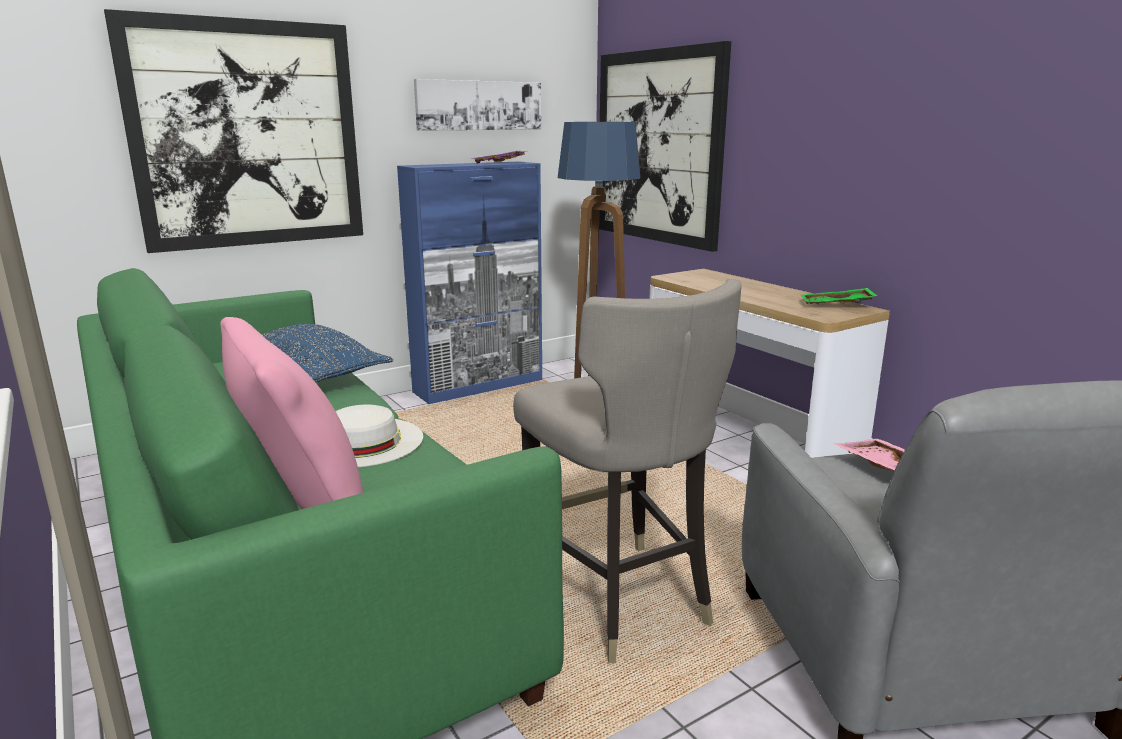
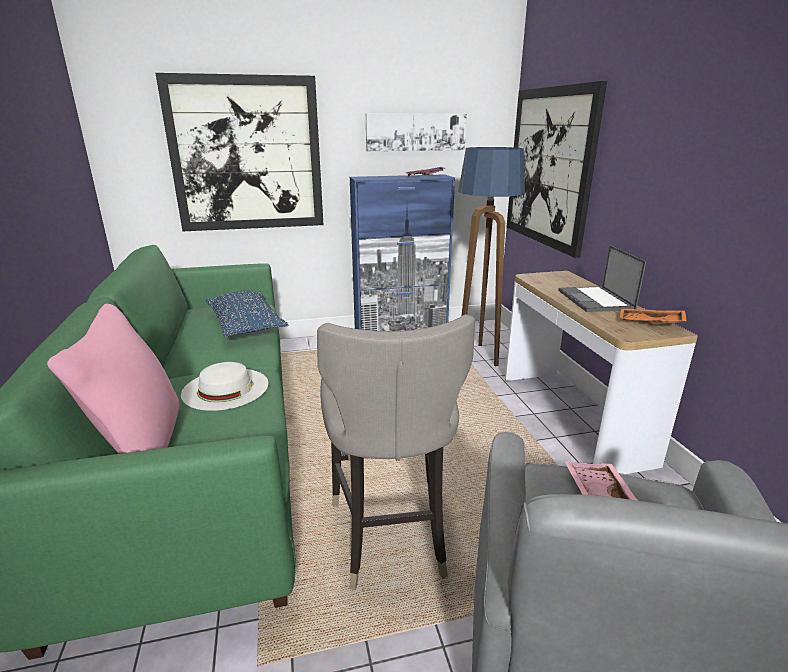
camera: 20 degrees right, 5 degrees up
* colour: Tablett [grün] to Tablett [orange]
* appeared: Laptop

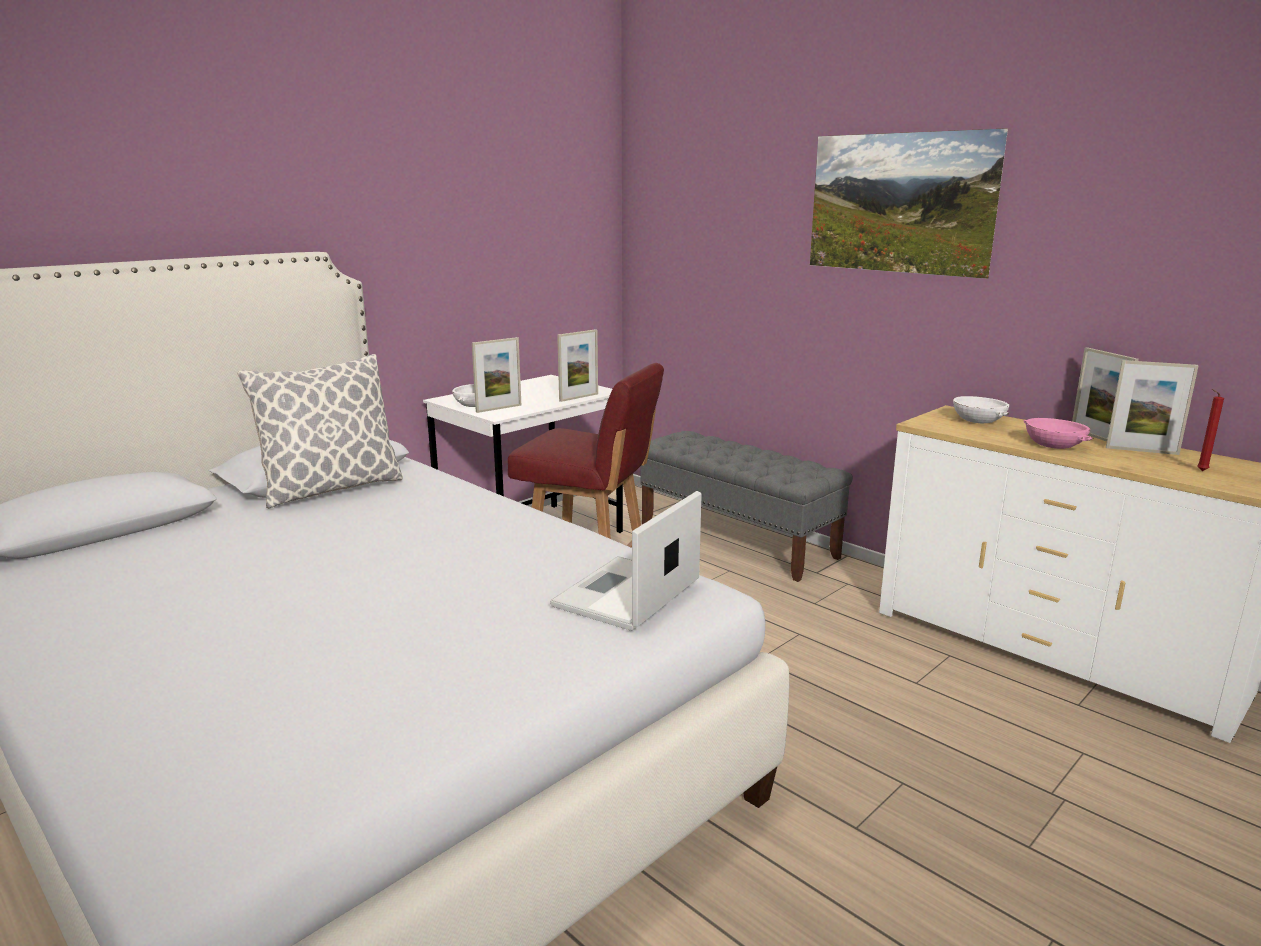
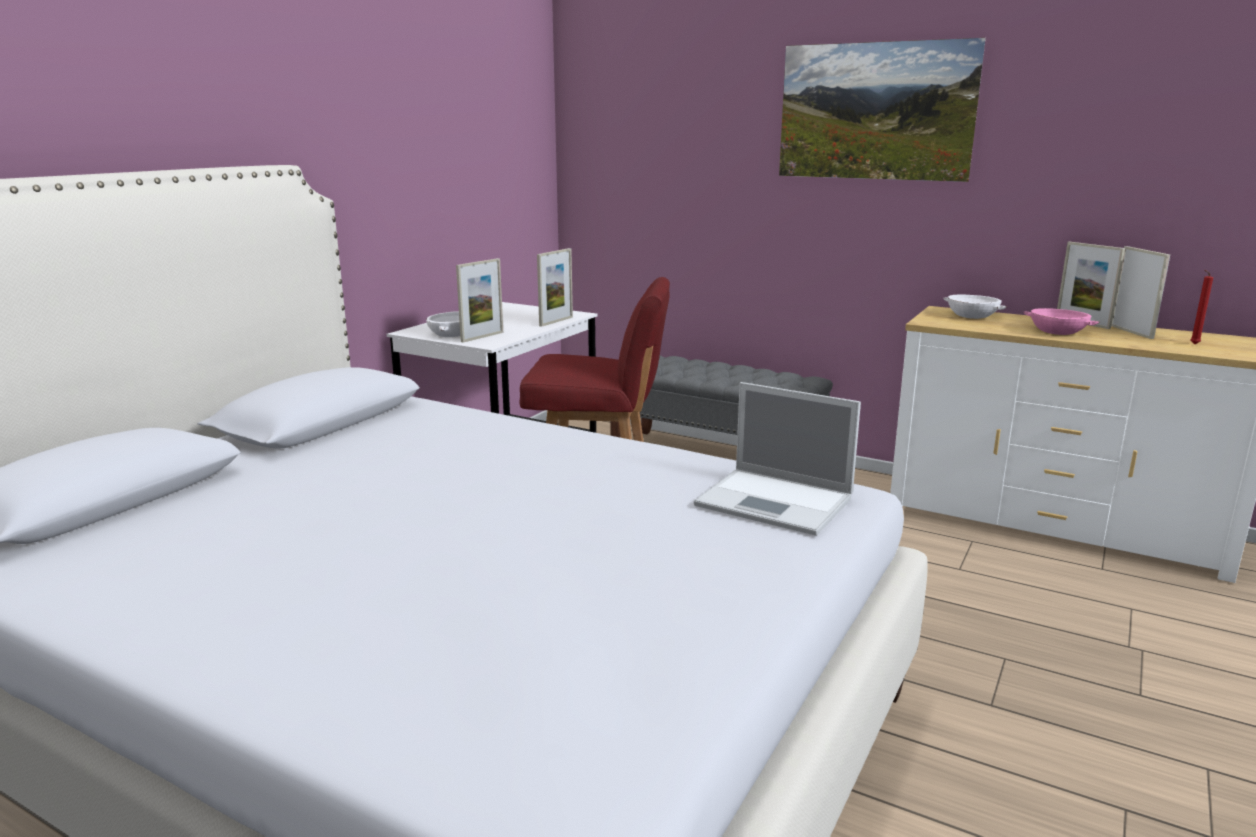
camera: 15 degrees left, 0 degrees up
* missing: Kissen
* spun: Laptop 75 degrees counterclockwise
* spun: Bilderrahmen (no. 4 from left) 105 degrees counterclockwise

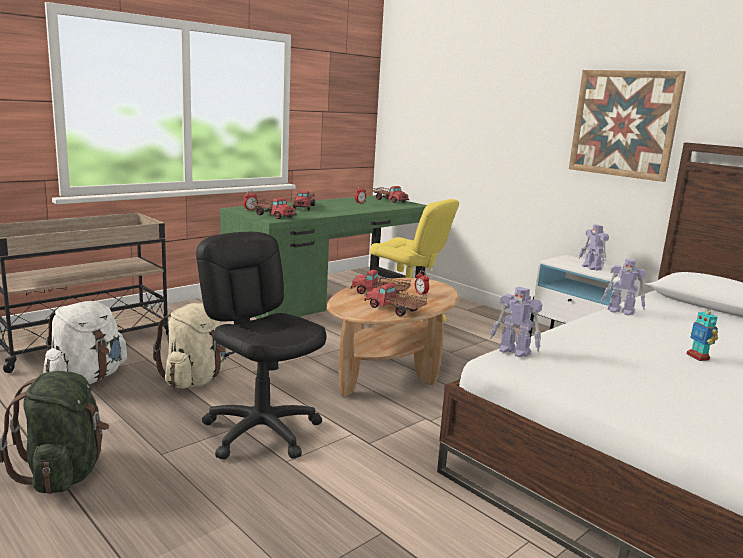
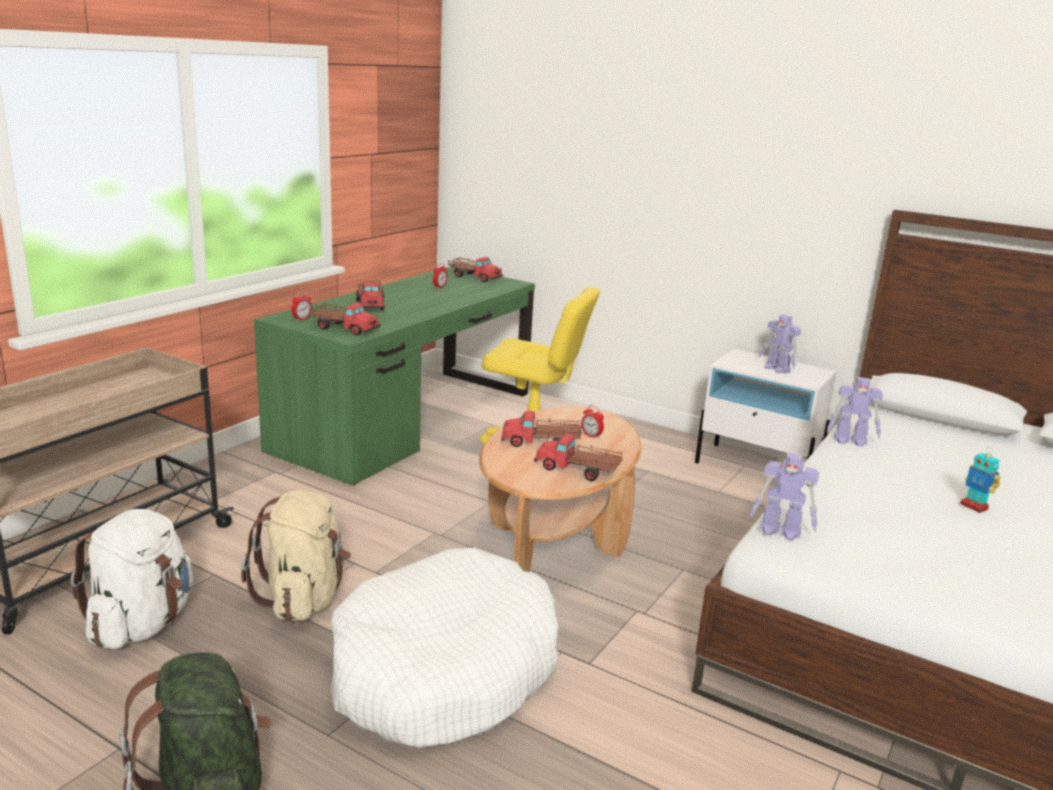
camera: 15 degrees left, 5 degrees up
* exchanged: Bürostuhl [schwarz] to Hundebett [weiß]
* missing: Bild

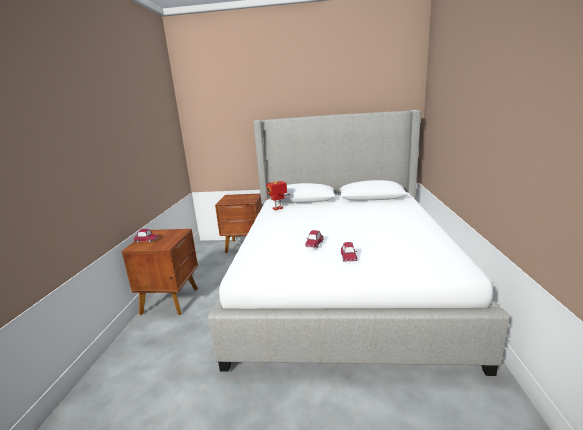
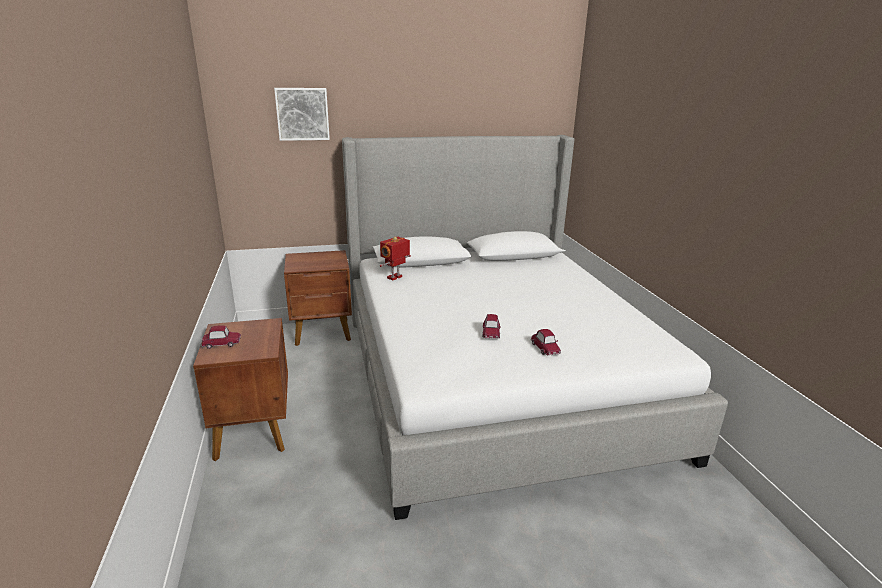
camera: 20 degrees left, 5 degrees up
* appeared: Bild

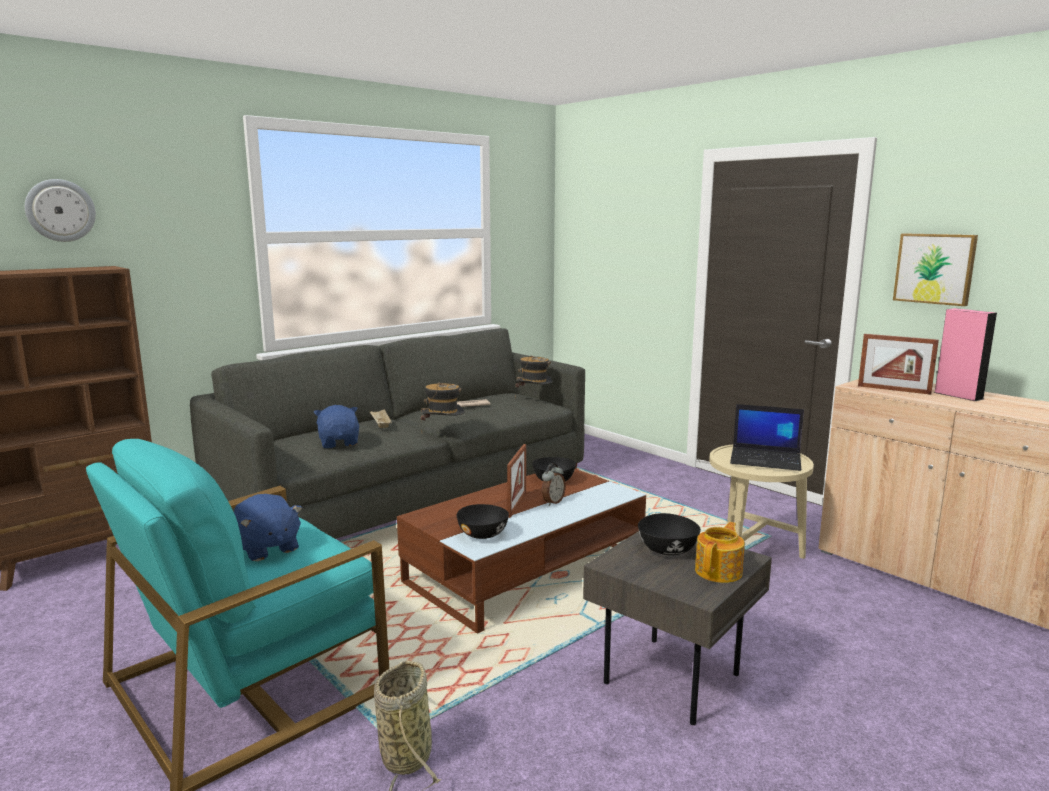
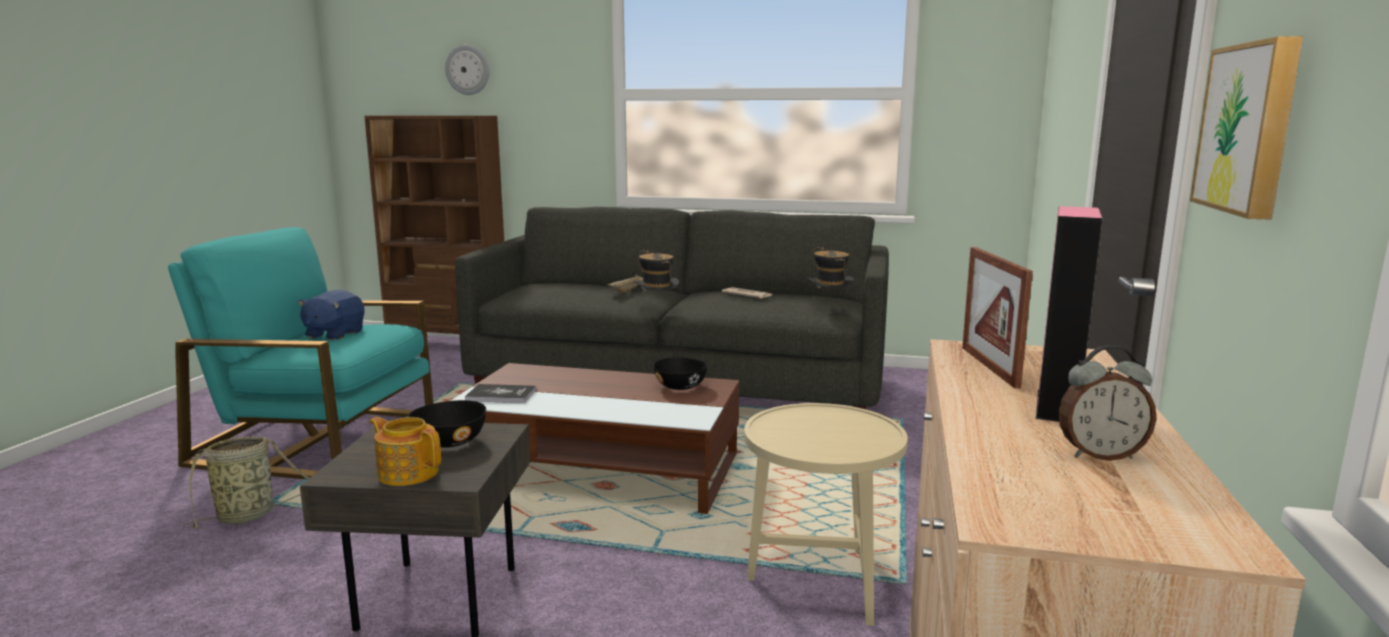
camera: 55 degrees right, 0 degrees up
* missing: Plüschtier [blau] (no. 2 from left)
* exchanged: Schüssel [schwarz] (no. 1 from left) to Buch
* missing: Bilderrahmen (no. 1 from left)
* relocated: Wecker
* spun: Teekanne 150 degrees counterclockwise
* missing: Laptop

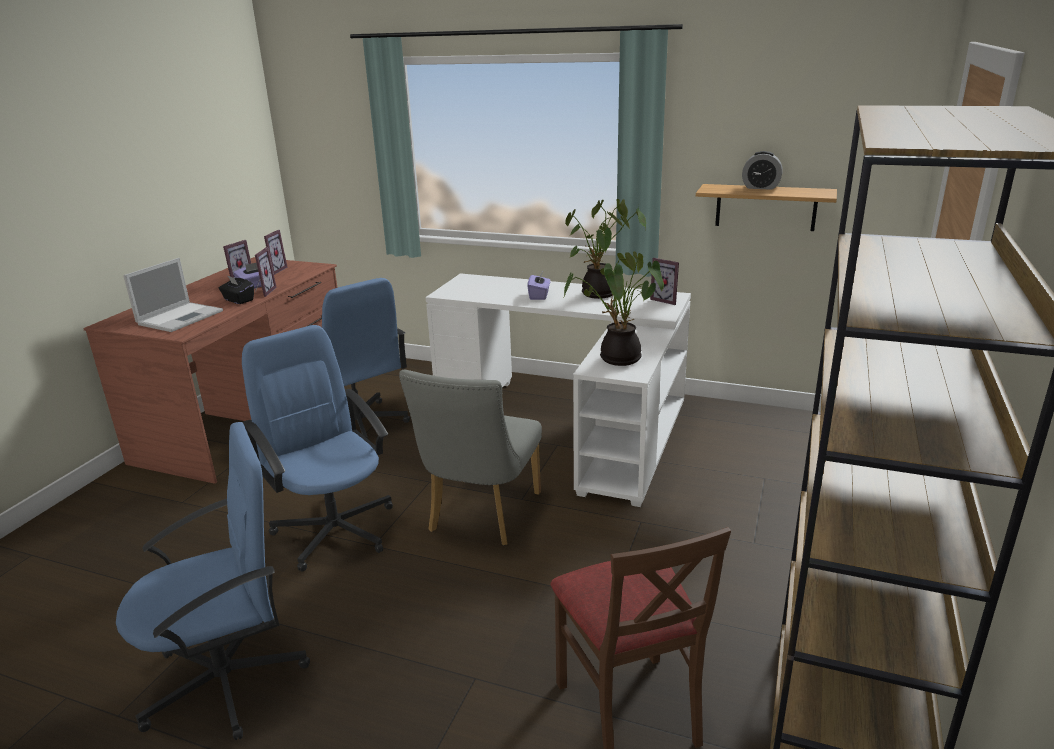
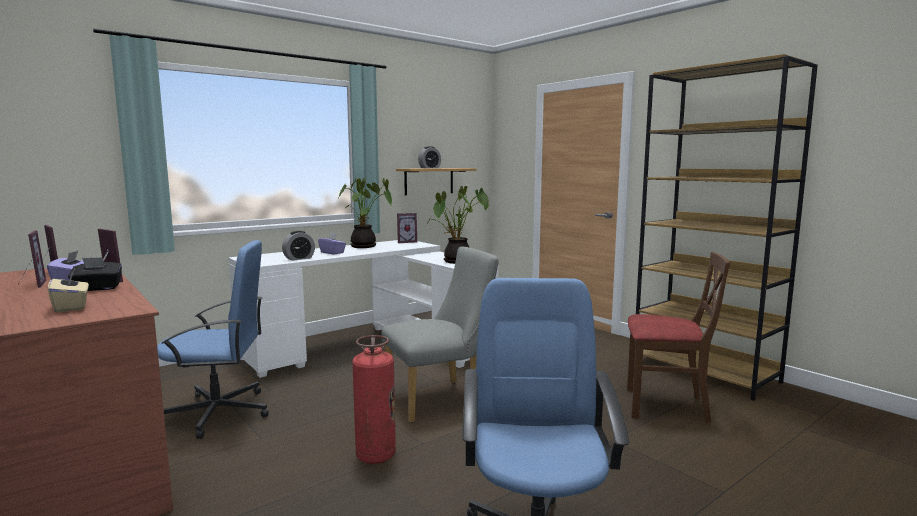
camera: 60 degrees left, 15 degrees down
* exchanged: Laptop to Taschentuchbox [beige]
* exchanged: Bürostuhl [blau] (no. 2 from left) to Feuerlöscher
* spun: Stuhl [grau] 75 degrees counterclockwise
* appeared: Wecker (no. 1 from left)

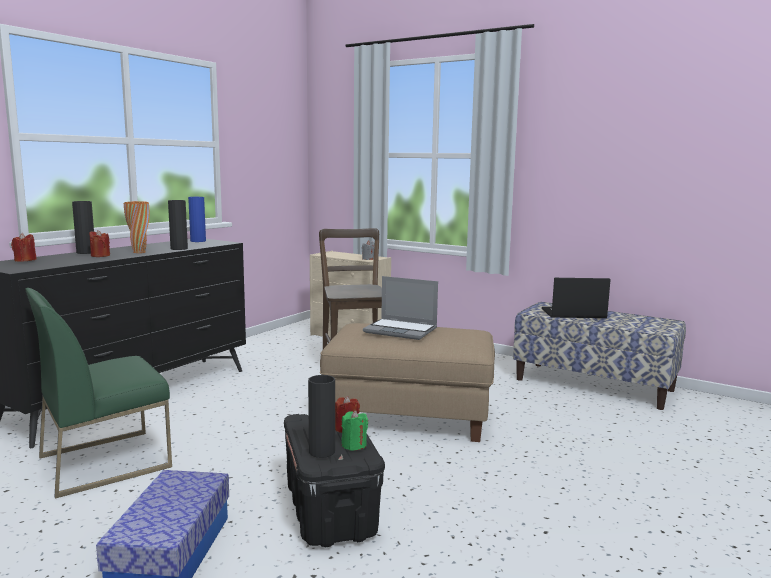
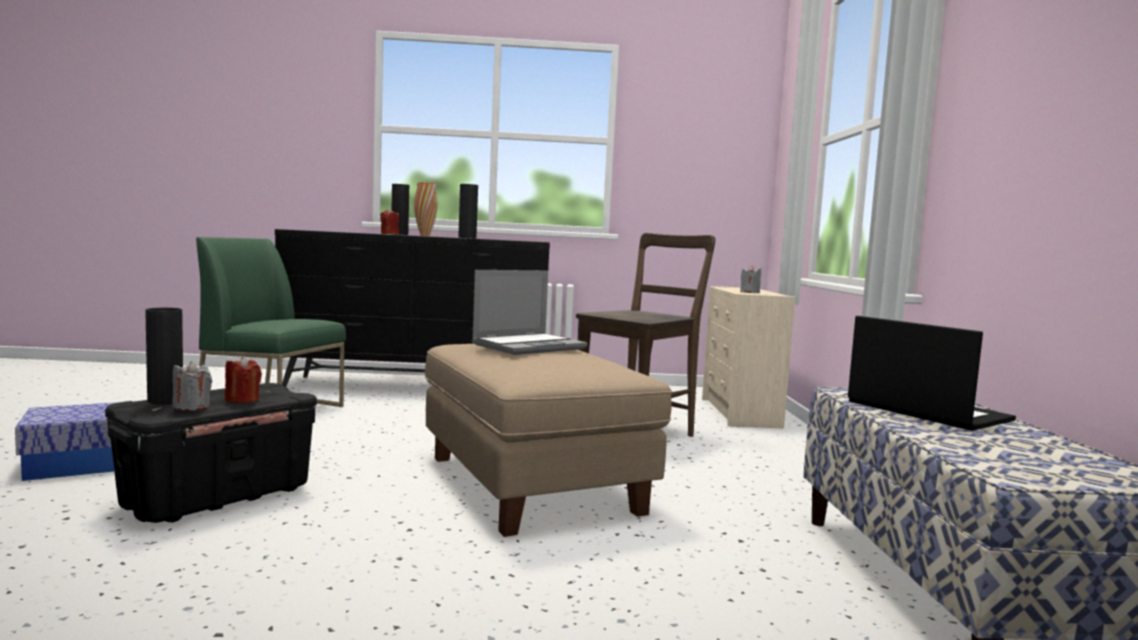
camera: 55 degrees right, 5 degrees down
* missing: Kerze [rot] (no. 1 from left)
* missing: Vase [blau]
* colour: Kerze [grün] to Kerze [grau] (no. 1 from left)
* spun: Laptop (no. 1 from left) 120 degrees counterclockwise

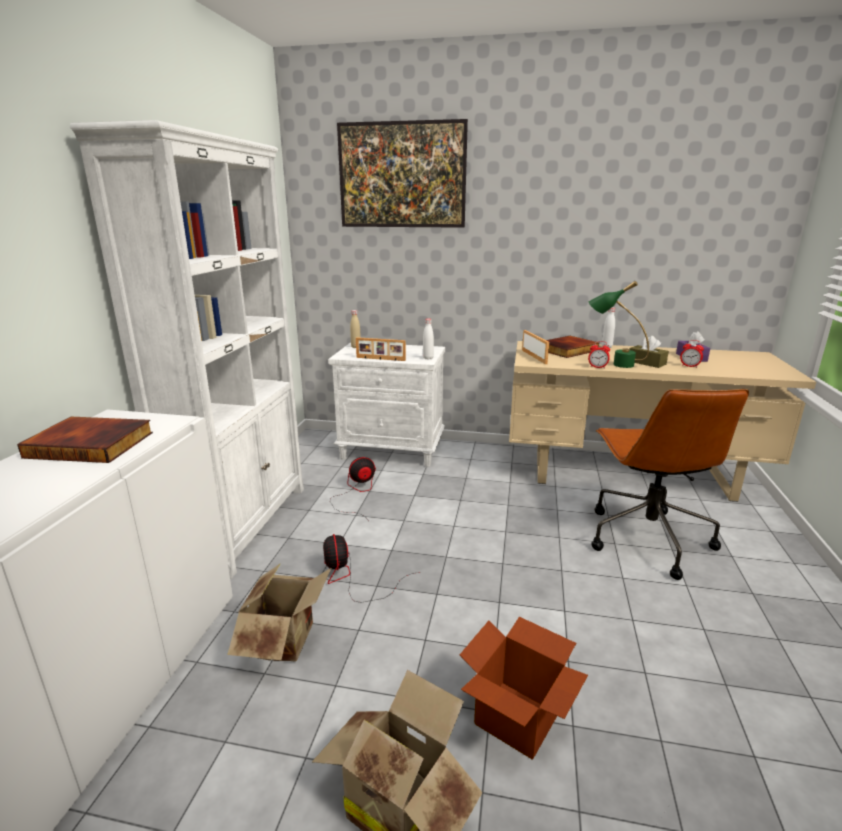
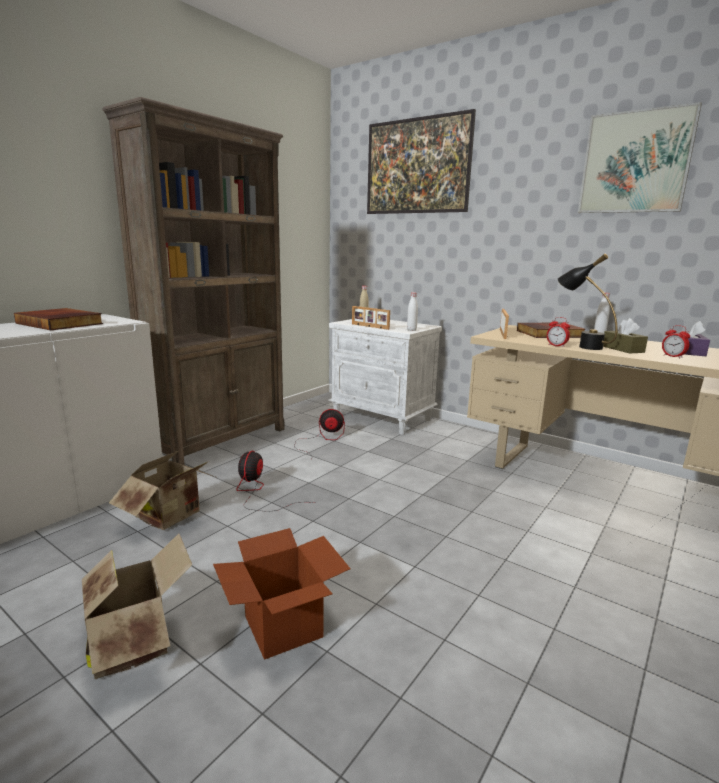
camera: 25 degrees right, 5 degrees down
* colour: Bücherregal [weiß] to Bücherregal [braun]
* colour: Tischlampe [grün] to Tischlampe [schwarz]
* missing: Bürostuhl [braun]
* appeared: Bild (no. 2 from left)

